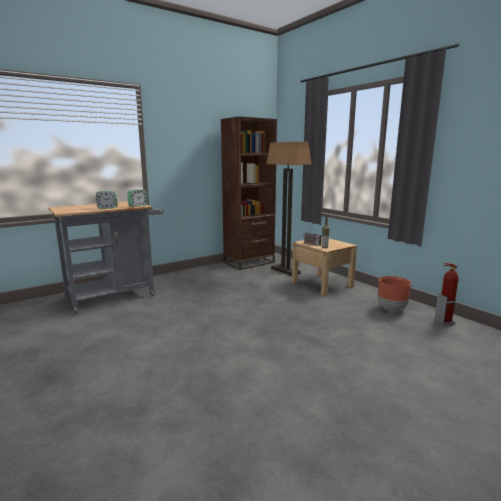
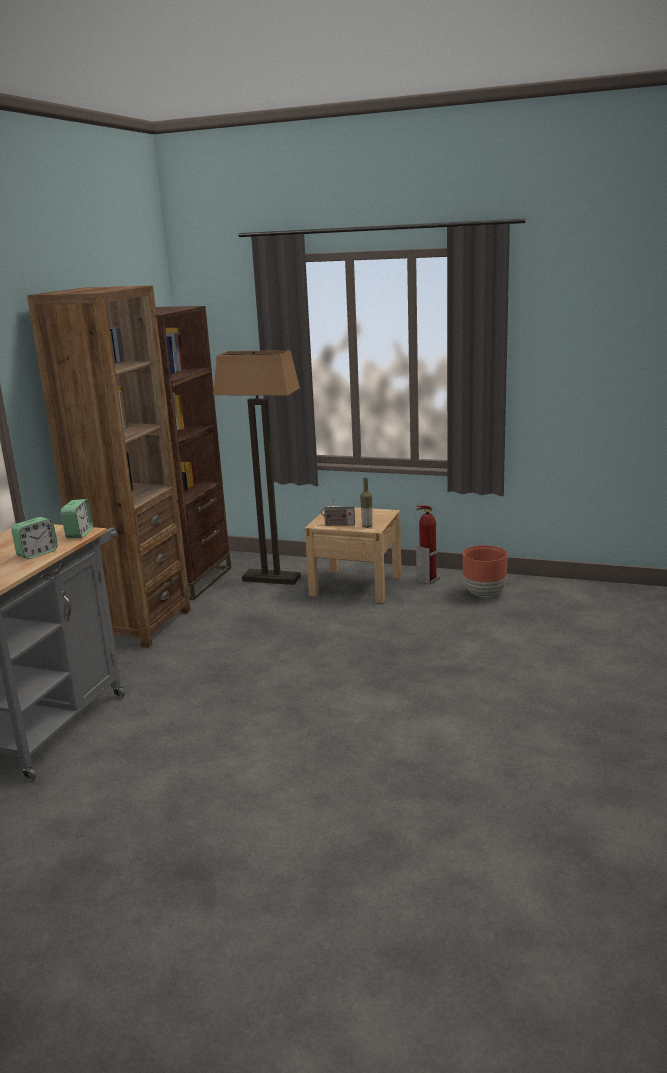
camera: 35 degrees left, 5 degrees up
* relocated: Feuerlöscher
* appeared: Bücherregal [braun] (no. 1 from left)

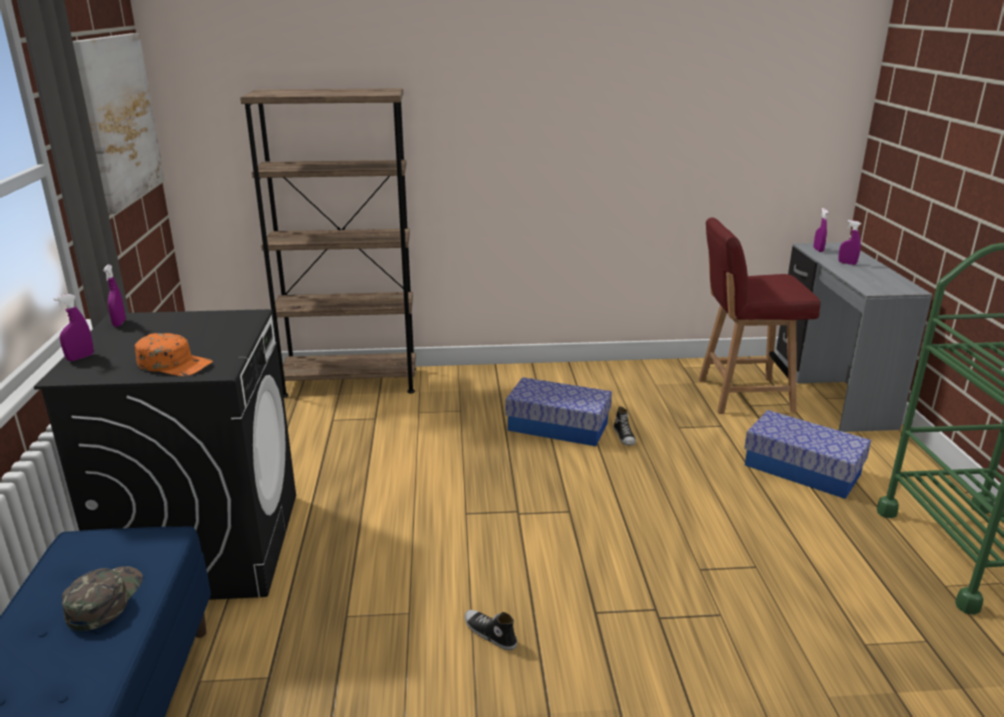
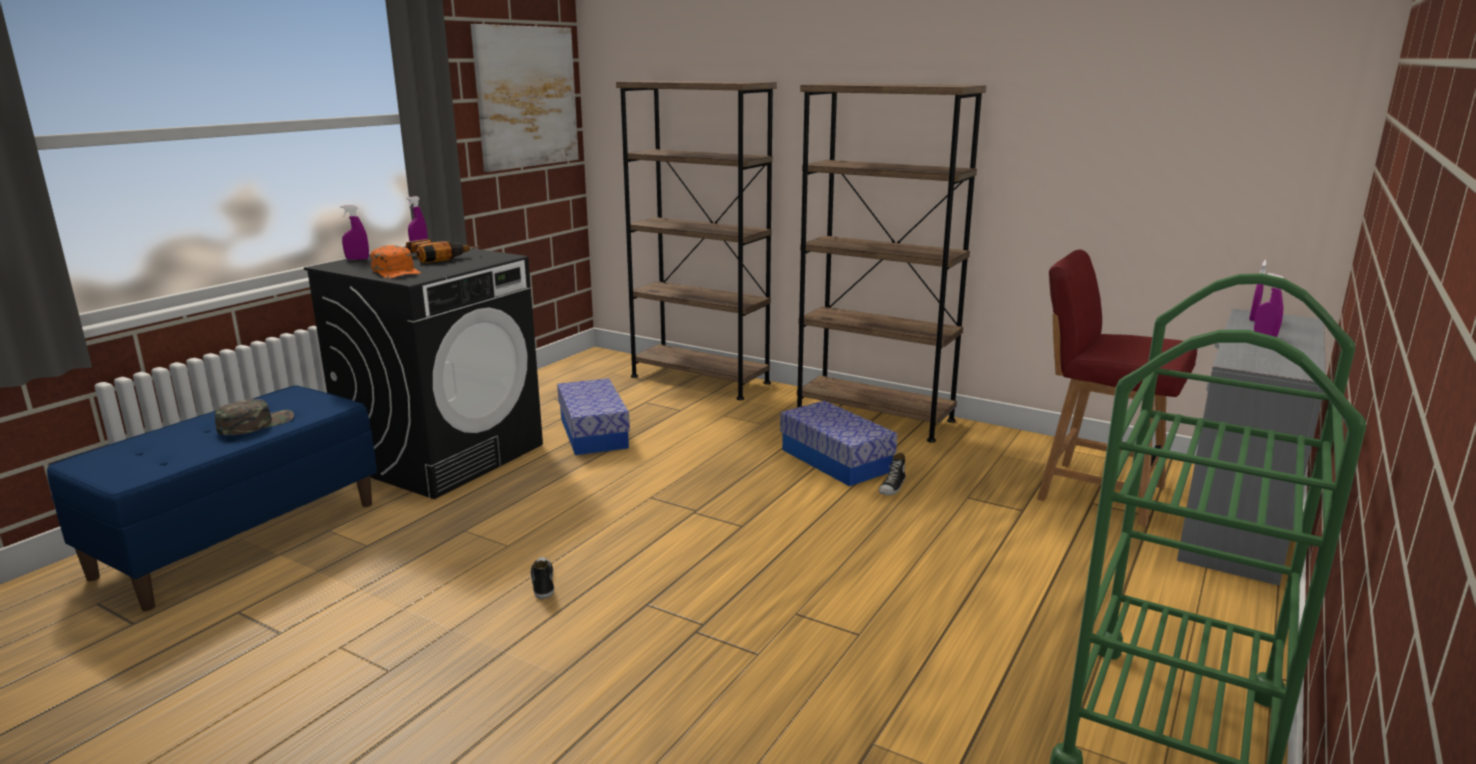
camera: 35 degrees right, 5 degrees down
* relocated: Aufbewahrungsbox (no. 2 from left in the first image) to Aufbewahrungsbox (no. 1 from left)
* appeared: Bohrmaschine
* appeared: Bücherregal [braun] (no. 2 from left)

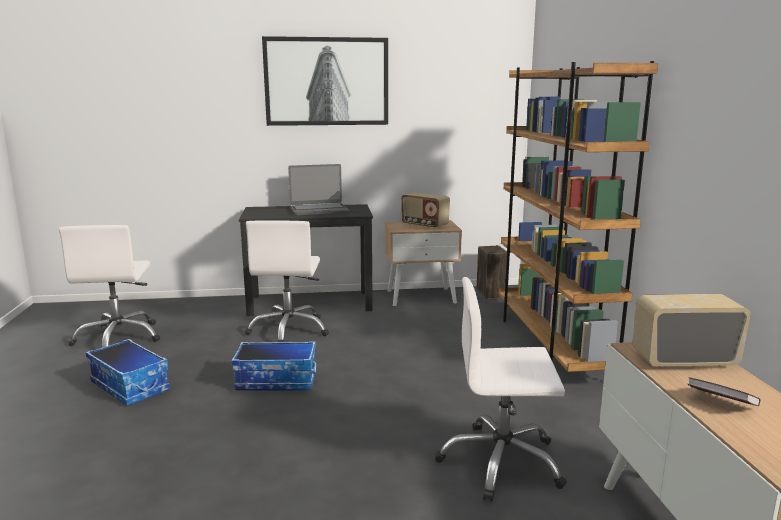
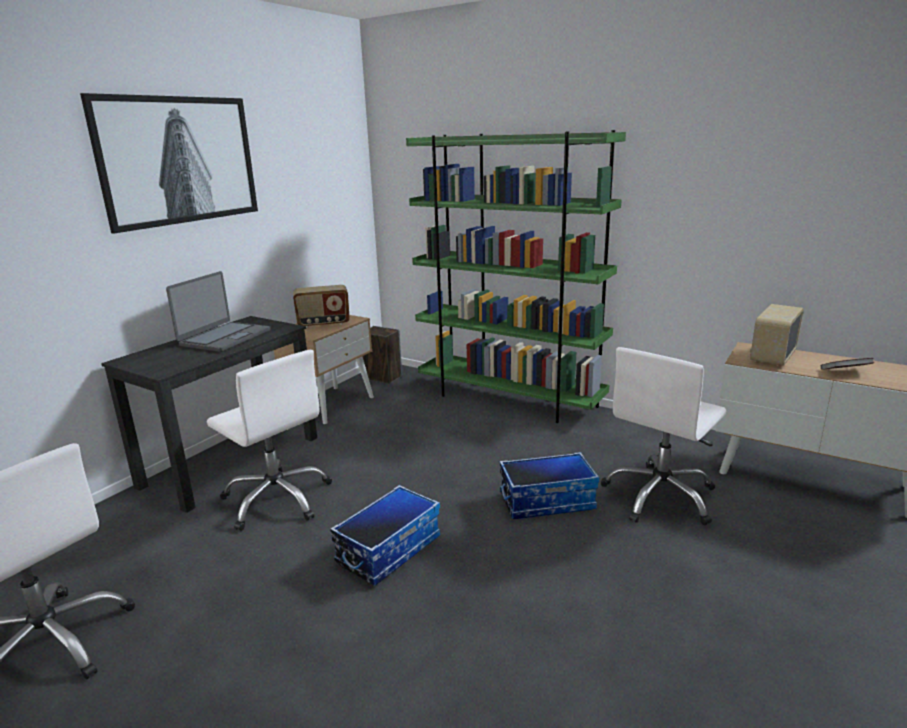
camera: 50 degrees left, 5 degrees up
* relocated: Aufbewahrungsbox (no. 1 from left in the first image) to Aufbewahrungsbox (no. 2 from left)
* colour: Bücherregal [braun] to Bücherregal [grün]

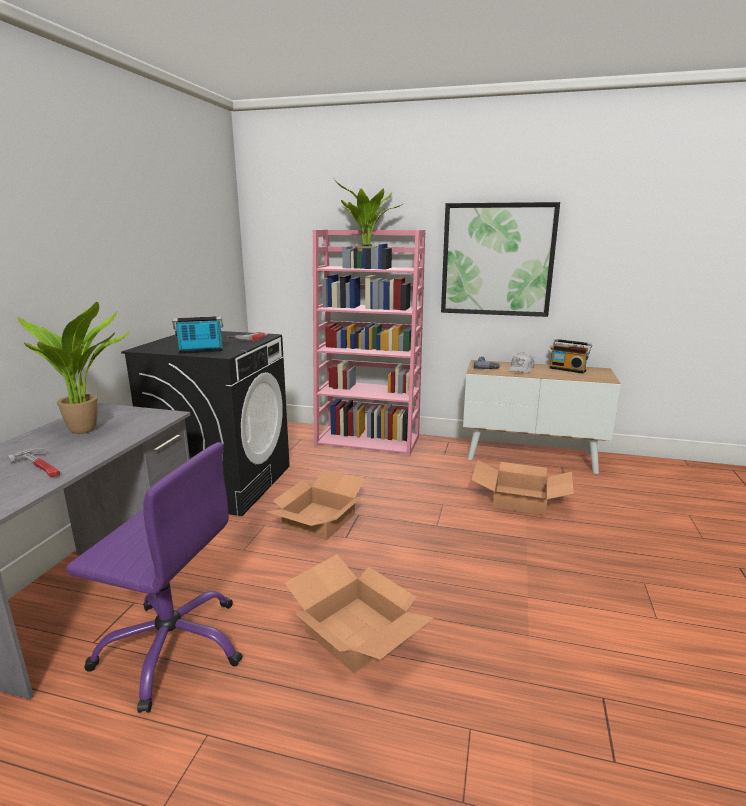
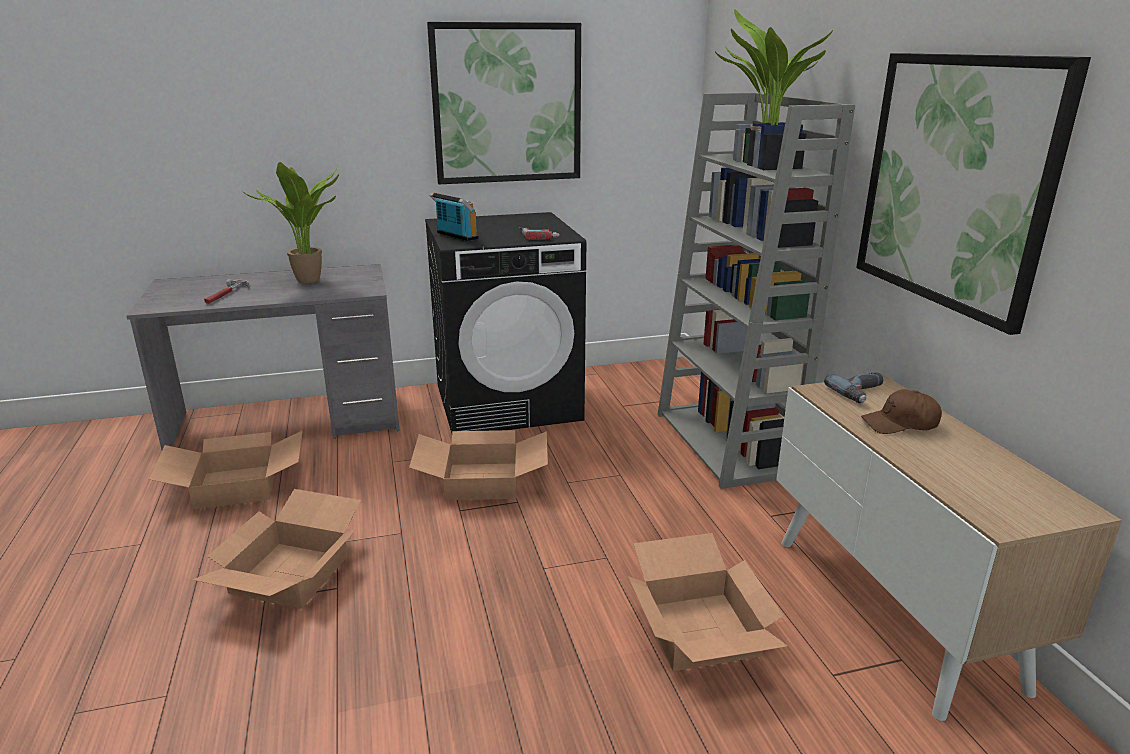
camera: 60 degrees right, 5 degrees up
* exchanged: Bürostuhl [lila] to Karton (no. 1 from left)
* colour: Bücherregal [rosa] to Bücherregal [grau]
* colour: Kappe [weiß] to Kappe [braun]
* missing: Radio (no. 2 from left)
* appeared: Bild (no. 1 from left)

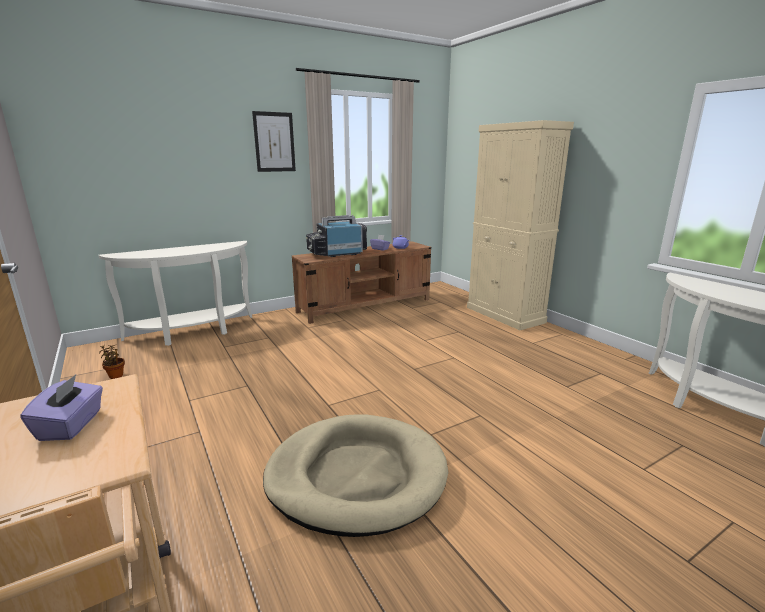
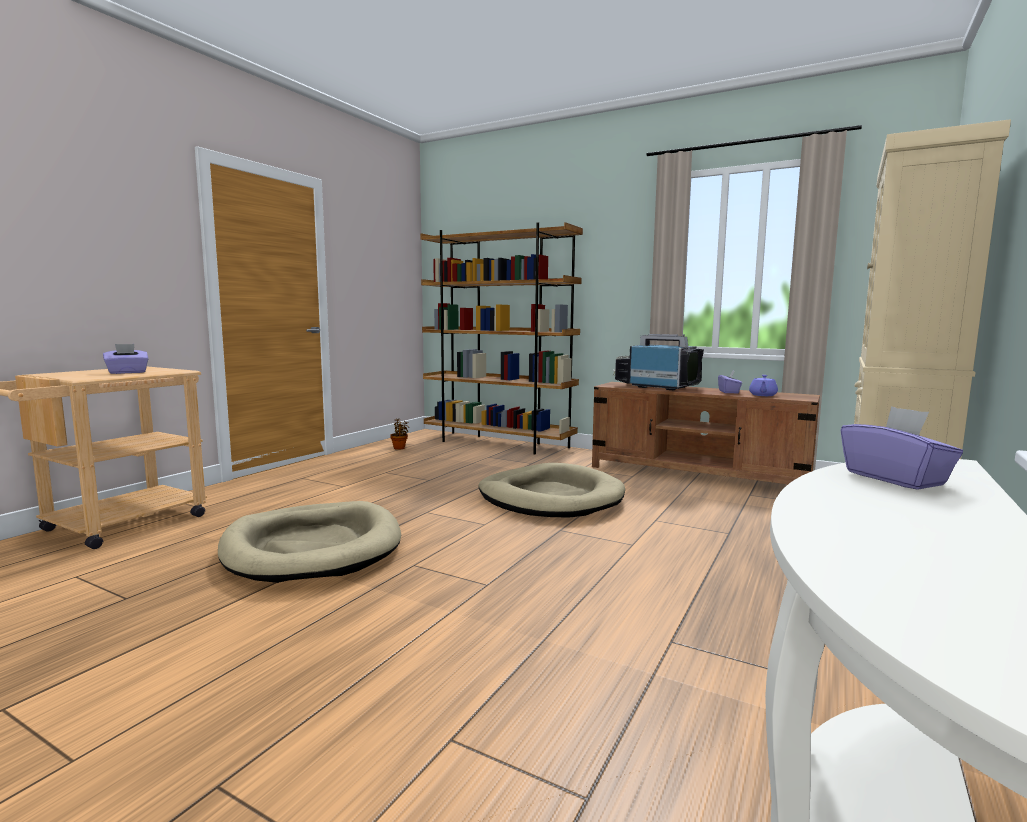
camera: 60 degrees right, 10 degrees down
* exchanged: Konsolentisch [weiß] (no. 1 from left) to Bücherregal [braun]
* missing: Bild
* appeared: Hundebett [beige] (no. 2 from left)
* appeared: Taschentuchbox [lila] (no. 3 from left)

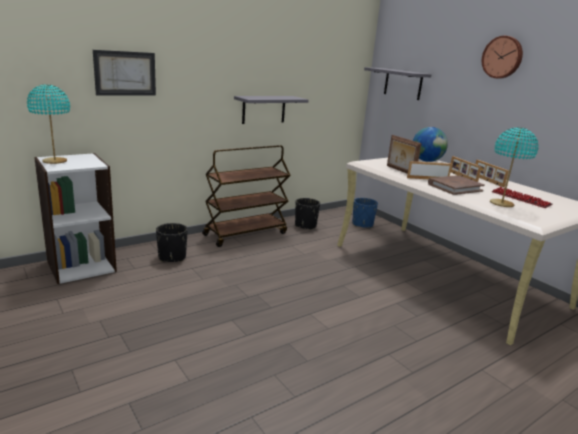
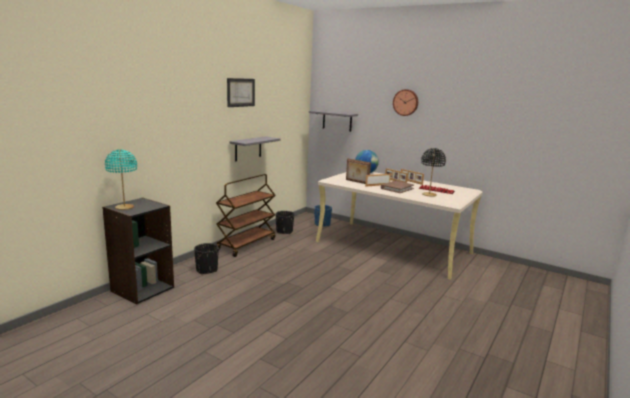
camera: 20 degrees left, 5 degrees down
* colour: Bücherregal [weiß] to Bücherregal [schwarz]
* relocated: Bild
* colour: Tischlampe [türkis] (no. 2 from left) to Tischlampe [schwarz]

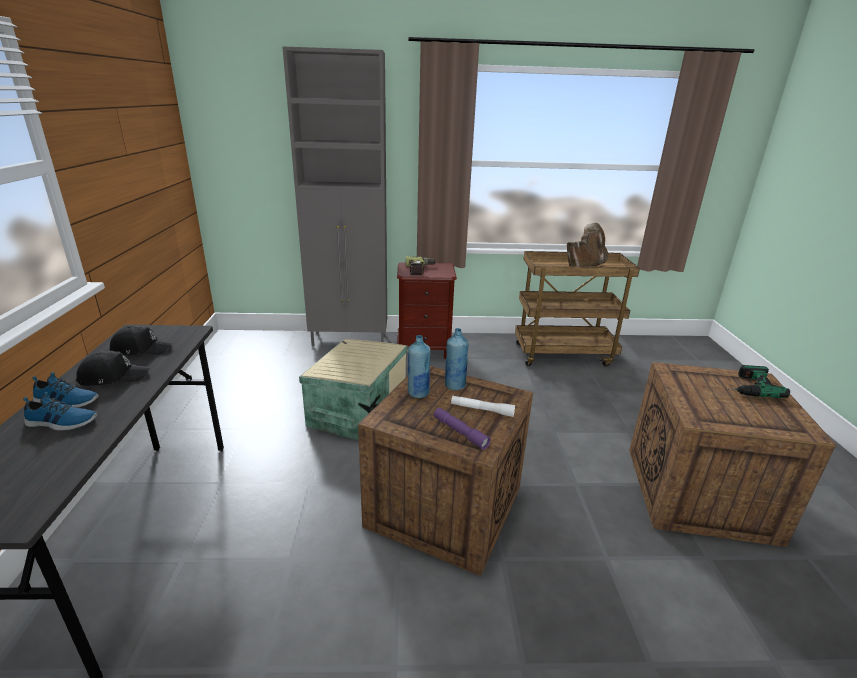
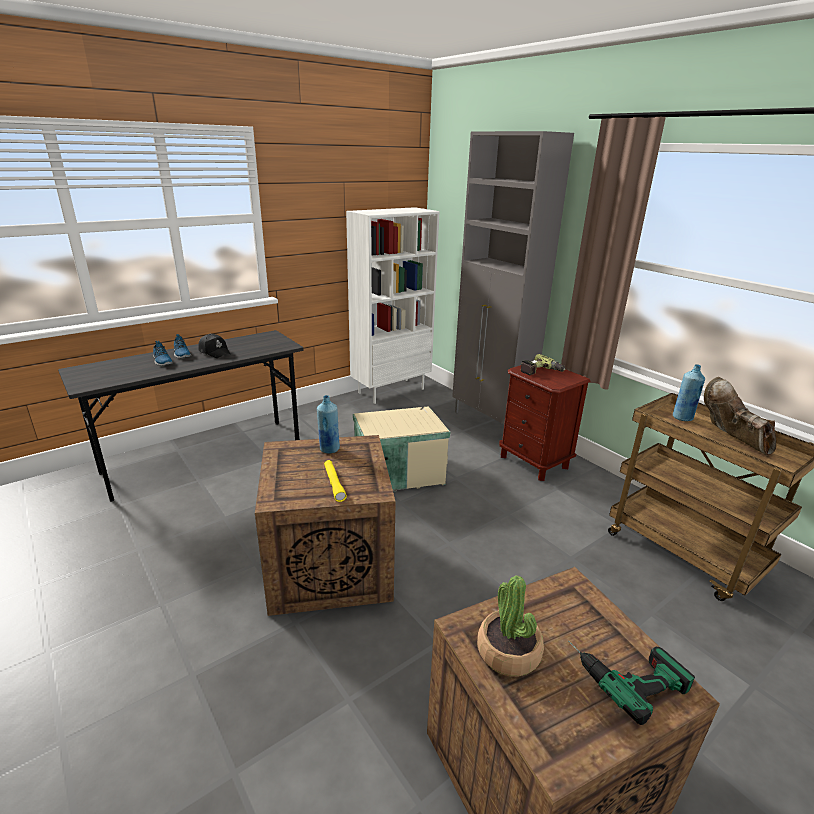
camera: 55 degrees right, 0 degrees up
* missing: Kappe [schwarz] (no. 2 from left)
* missing: Taschenlampe [lila]
* relocated: Flasche [blau] (no. 2 from left)
* colour: Taschenlampe [weiß] to Taschenlampe [gelb]
* spun: Stiefel [braun] 135 degrees counterclockwise
* appeared: Bücherregal [weiß]
* appeared: Topfpflanze

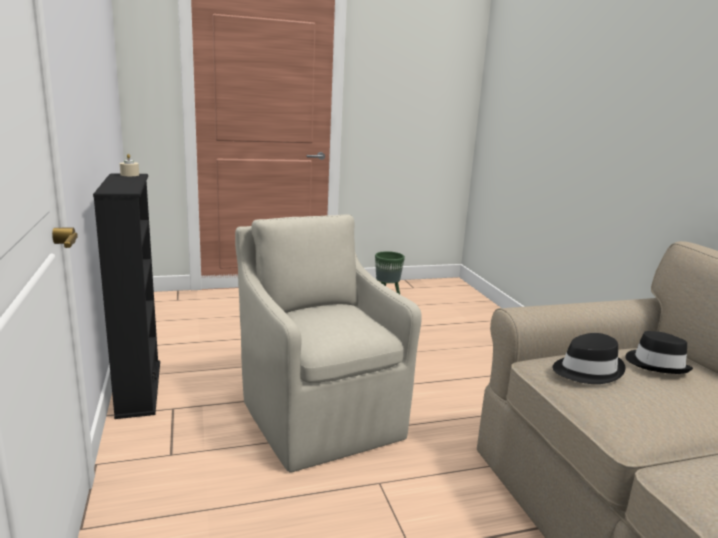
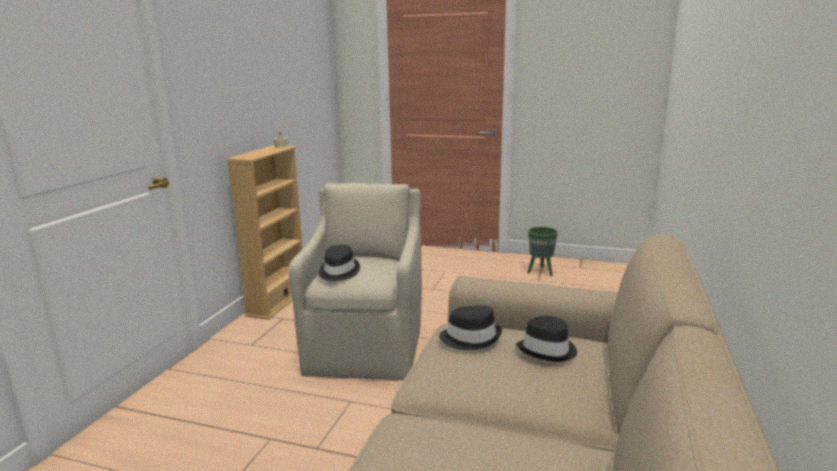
camera: 35 degrees right, 0 degrees up
* colour: Bücherregal [schwarz] to Bücherregal [beige]
* appeared: Hut [schwarz] (no. 1 from left)

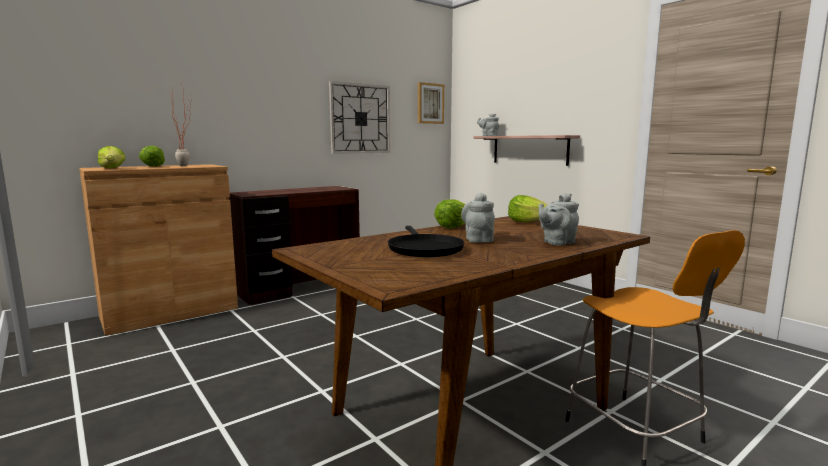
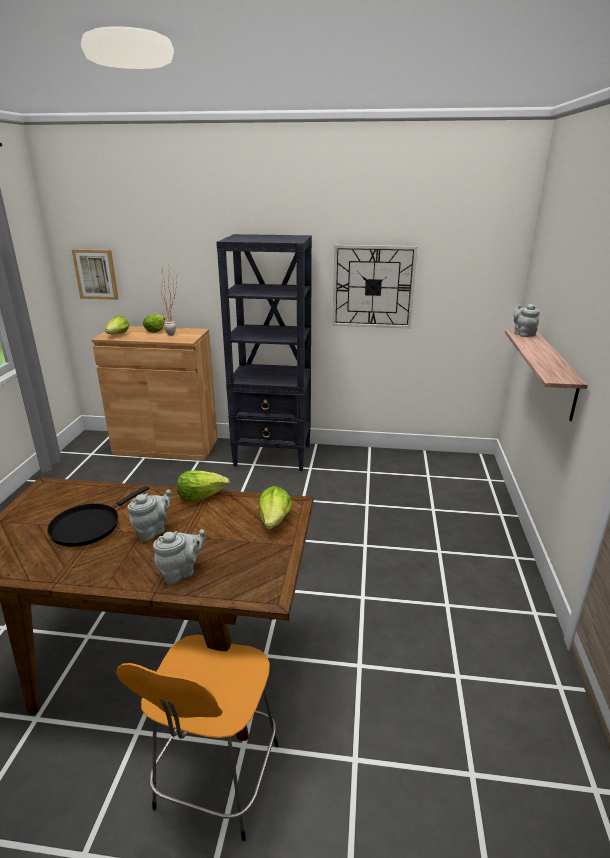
camera: 45 degrees right, 15 degrees up
* exchanged: Schreibtisch [braun] to Bücherregal [schwarz]
* relocated: Bild
* spun: Teekanne [grau] (no. 3 from left in the first image) 135 degrees clockwise

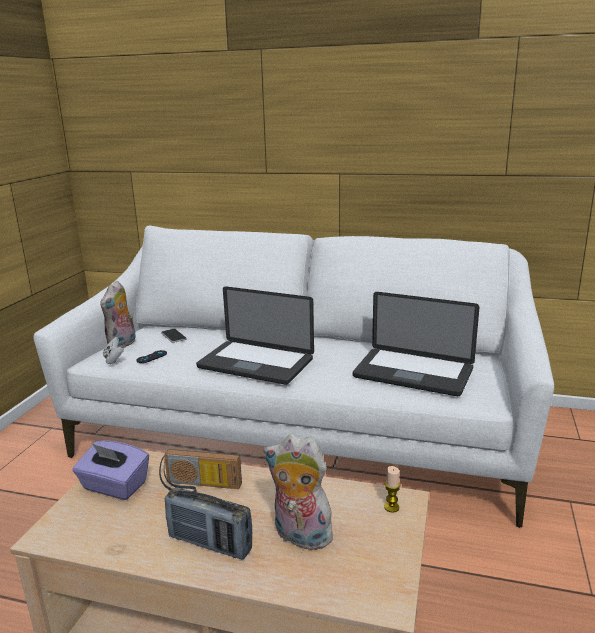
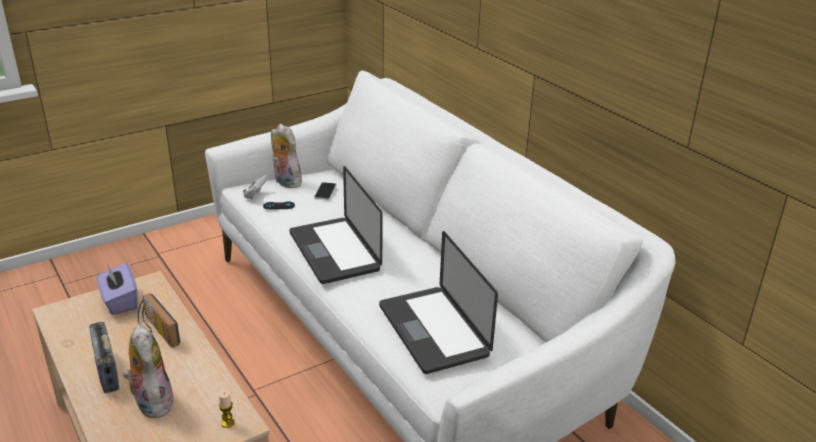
camera: 40 degrees right, 10 degrees up
* spun: Plüschtier (no. 1 from left in the first image) 75 degrees clockwise

